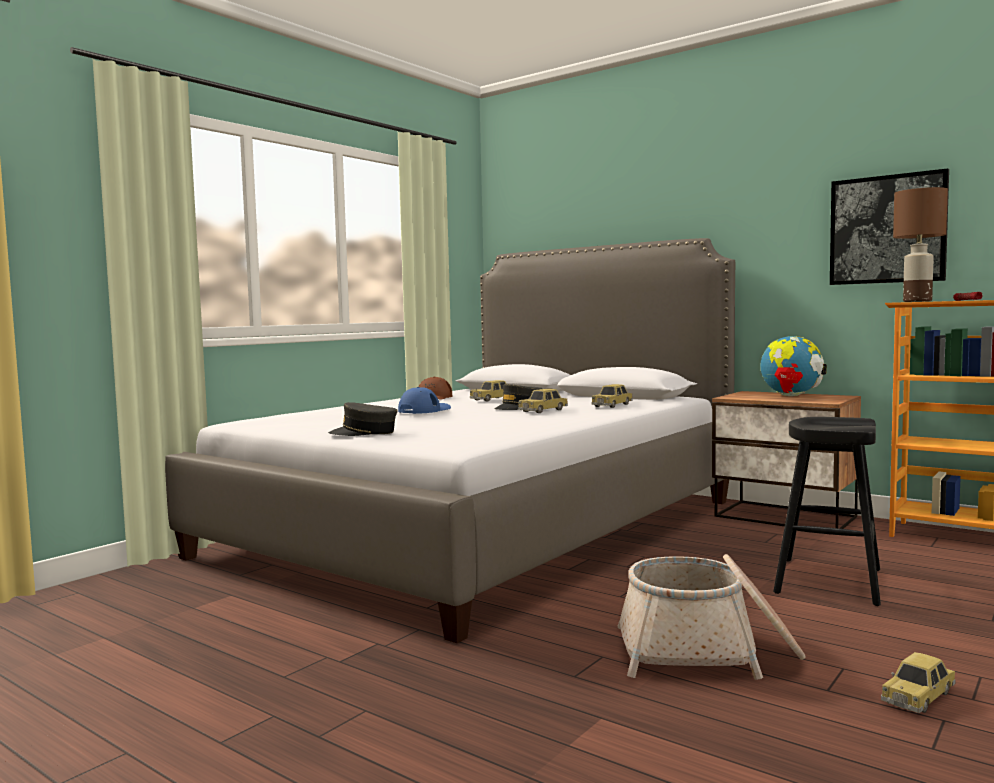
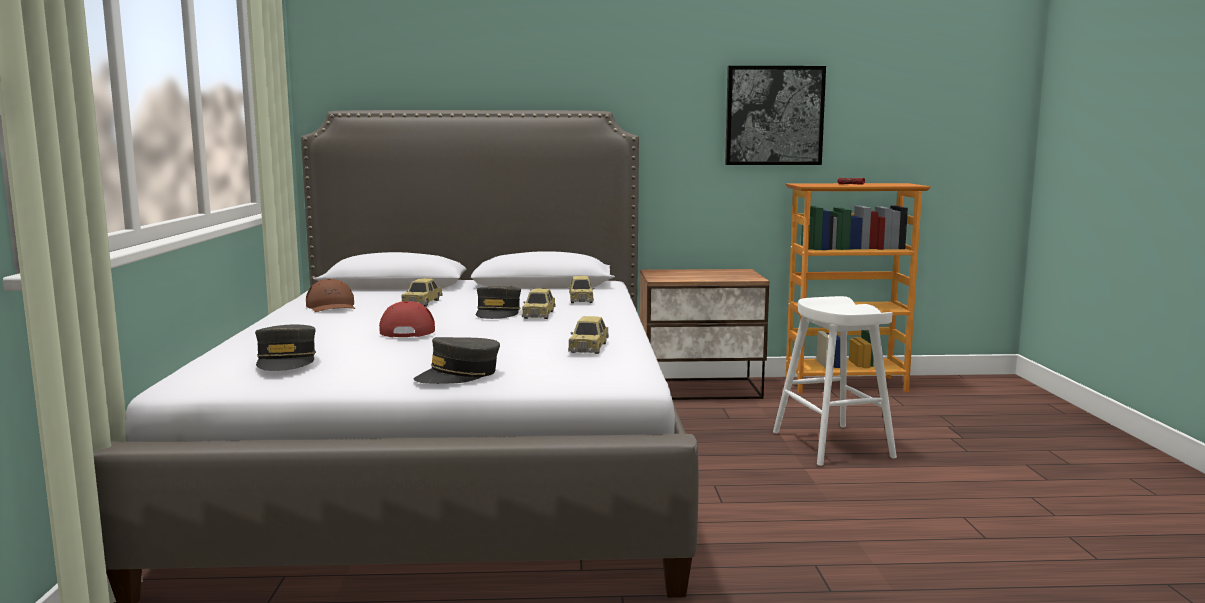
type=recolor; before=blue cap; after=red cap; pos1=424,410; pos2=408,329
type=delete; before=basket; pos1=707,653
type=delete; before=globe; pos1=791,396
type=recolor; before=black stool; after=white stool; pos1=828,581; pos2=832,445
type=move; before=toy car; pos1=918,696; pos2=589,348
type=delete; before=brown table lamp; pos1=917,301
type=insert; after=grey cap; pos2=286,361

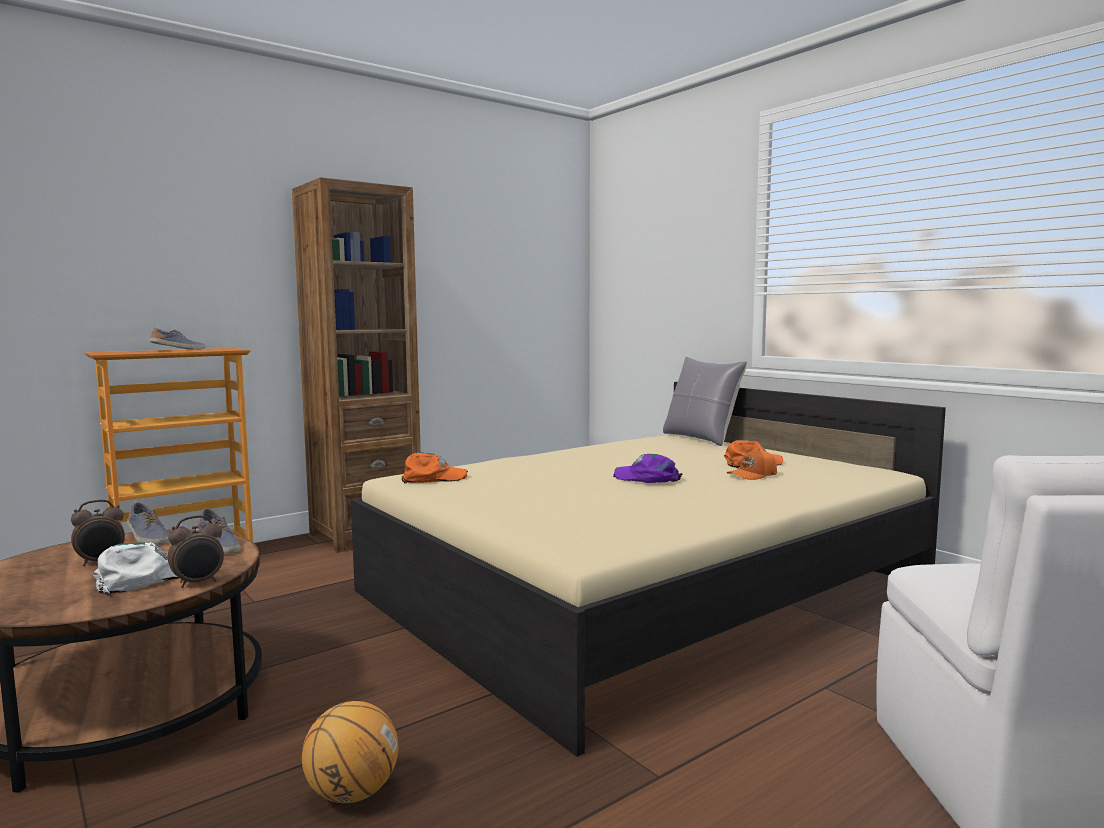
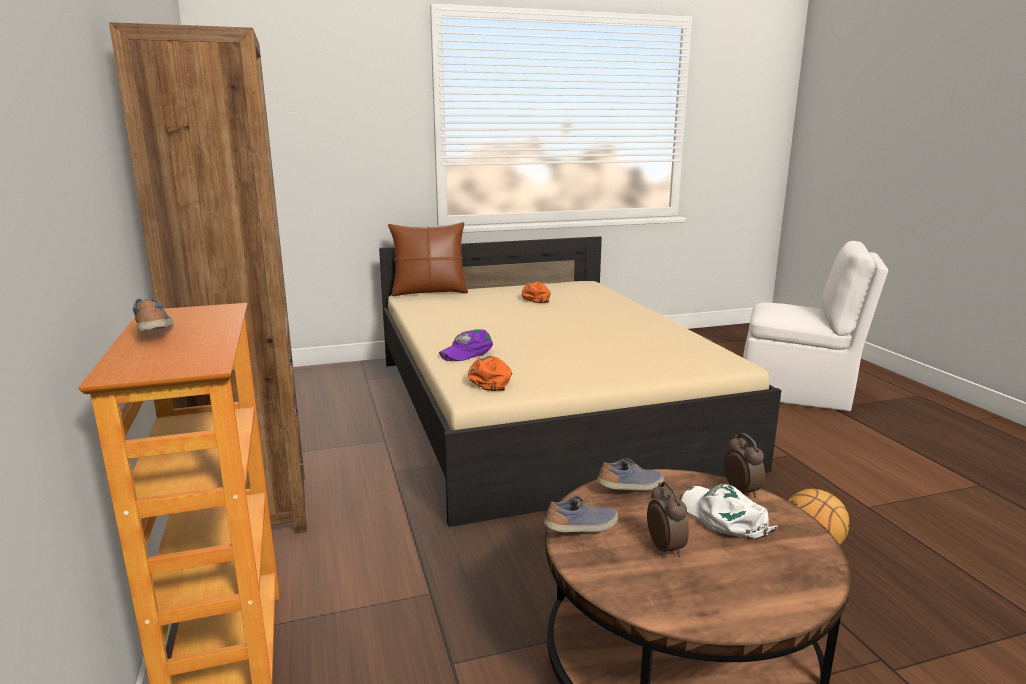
type=move; before=purple cap; pos1=647,478; pos2=466,352
type=recolor; before=grey pillow; after=brown pillow; pos1=701,438; pos2=429,292
type=delete; before=orange cap; pos1=753,475

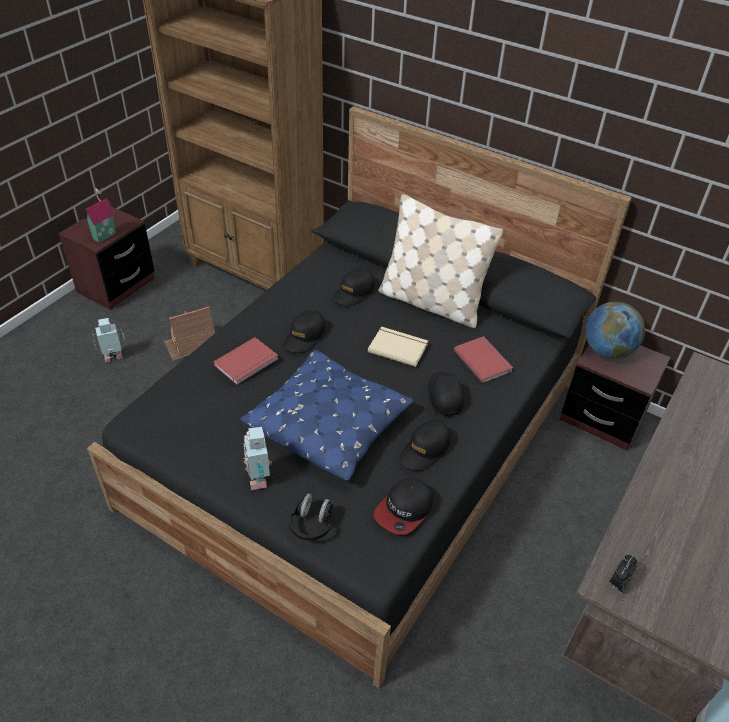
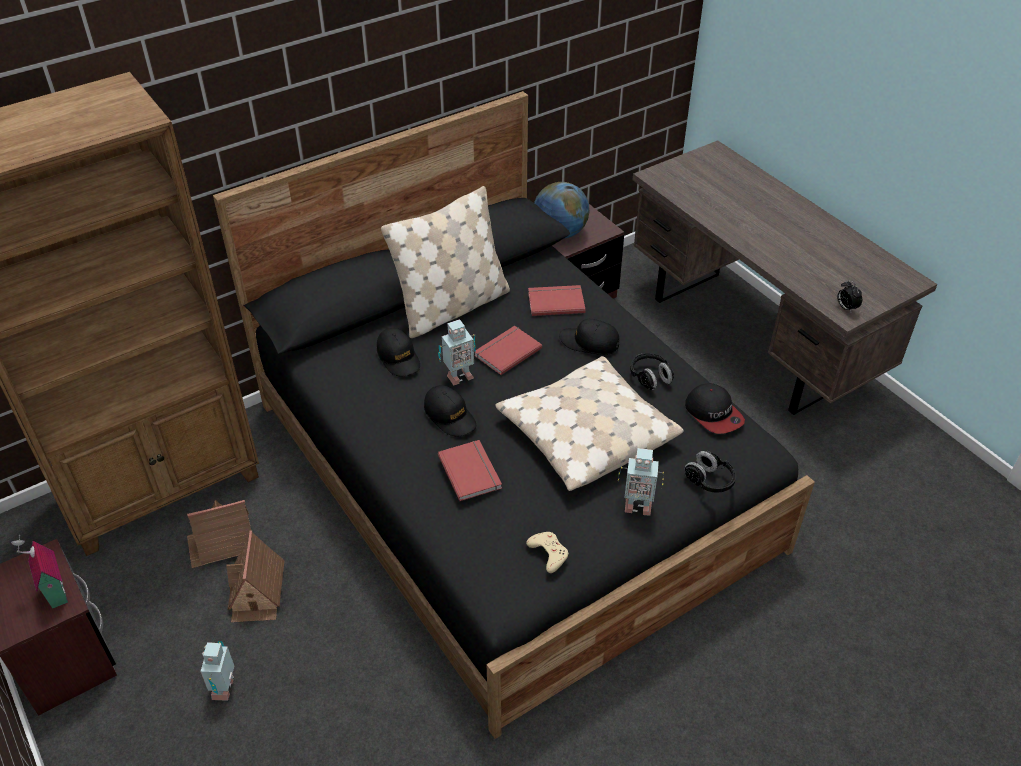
type=recolor; before=blue pillow; after=beige pillow; pos1=329,423; pos2=586,434
type=recolor; before=beige book; after=red book; pos1=398,347; pos2=506,351
type=replace; before=black cap; after=black headphones; pos1=425,450; pos2=650,378
type=insert; after=toy house; pos2=222,543
type=insert; after=toy robot; pos2=458,376
type=insert; after=beige game controller; pos2=548,553

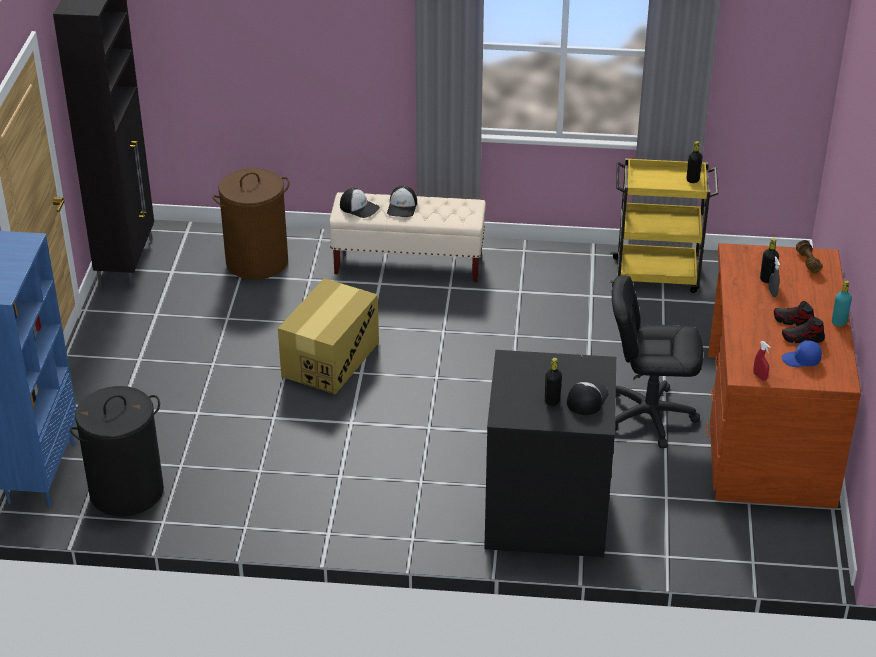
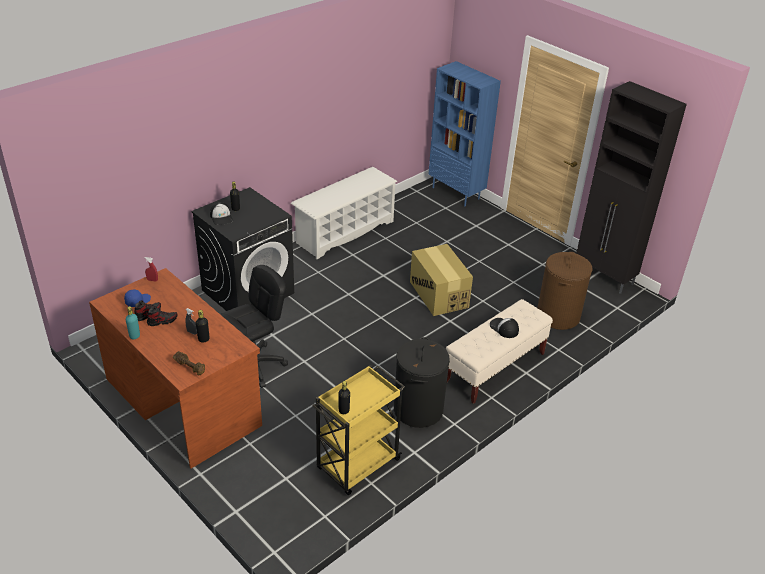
type=move; before=black laundry basket; pos1=126,492; pos2=418,409
type=delete; before=cap; pos1=359,207
type=insert; after=white shoe rack; pos2=345,232

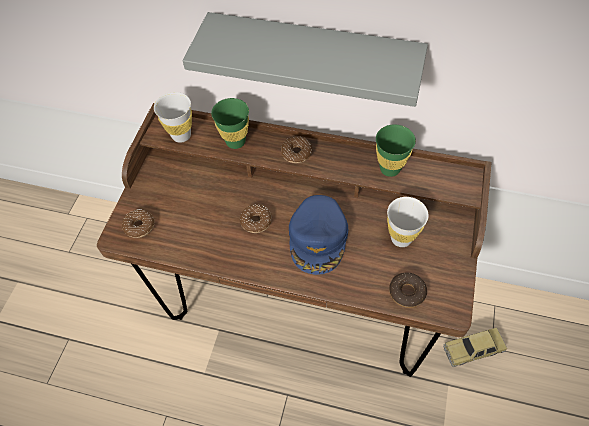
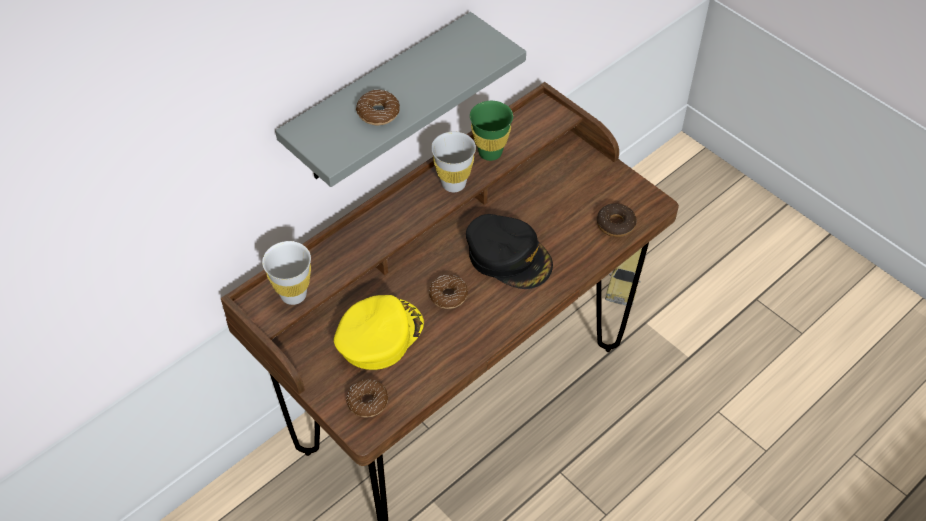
type=delete; before=green cup; pos1=235,141
type=move; before=donut; pos1=296,153; pos2=378,113
type=recolor; before=blue cap; after=black cap; pos1=318,238; pos2=509,256
type=move; before=white cup; pos1=401,238; pos2=453,184
type=insert; after=yellow cap; pos2=378,335

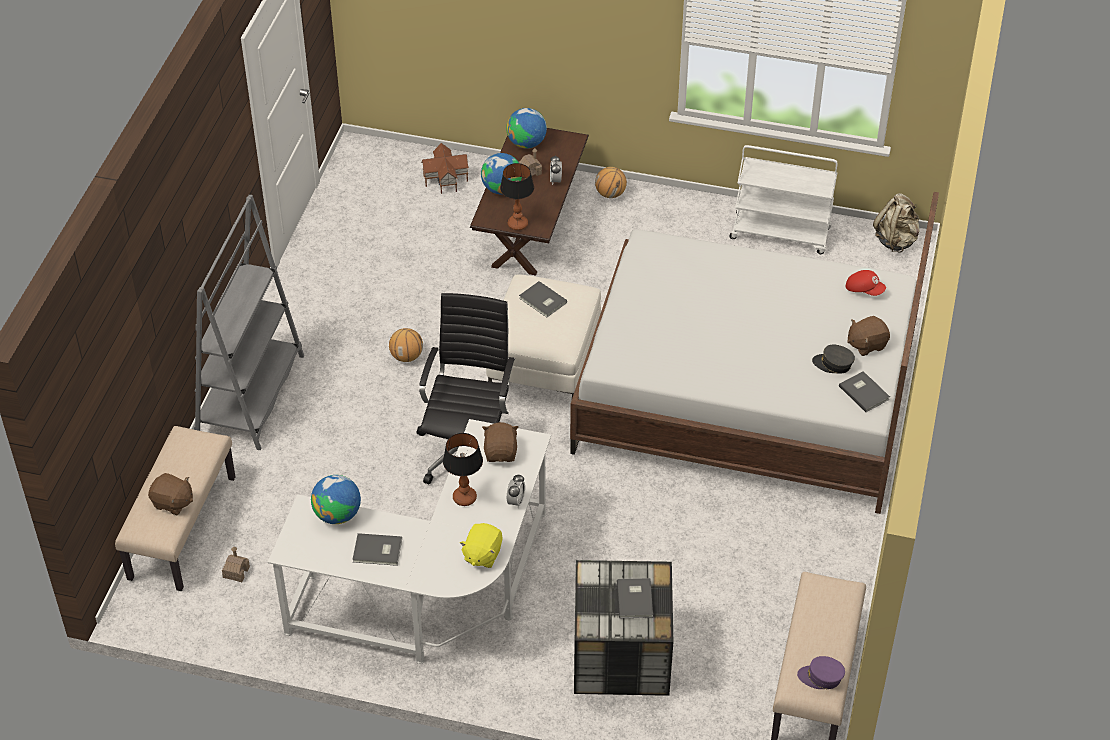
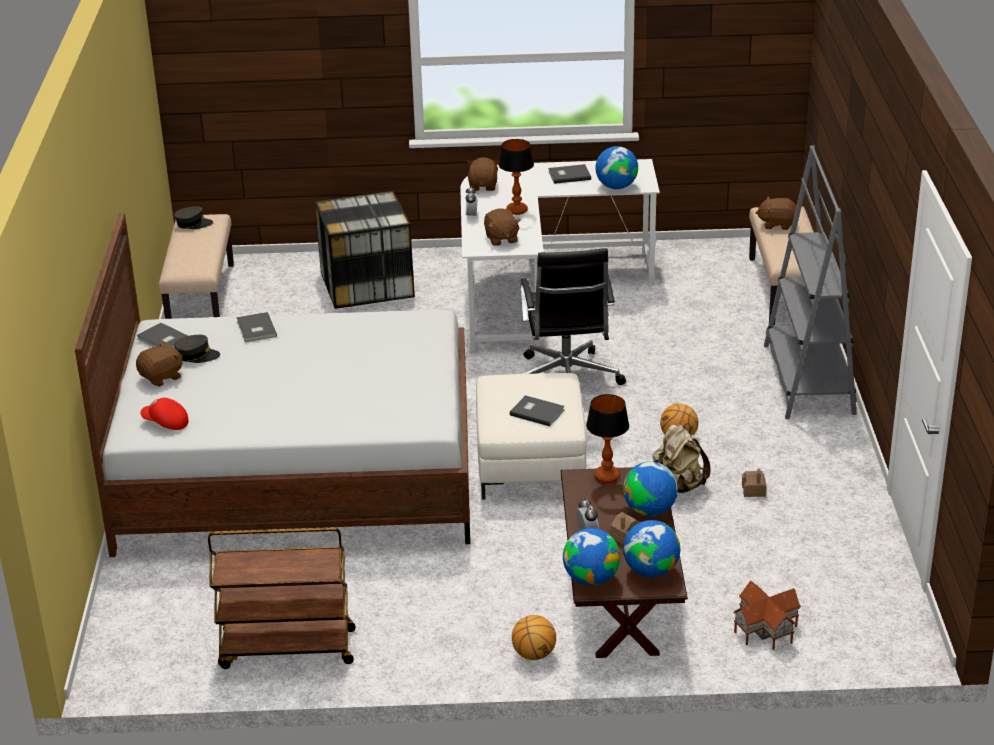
type=move; before=toy house; pos1=236,572; pos2=753,490
type=recolor; before=yellow plush toy; after=brown plush toy; pos1=482,554; pos2=483,186
type=move; before=grey book; pos1=636,599; pos2=255,329
type=recolor; before=white cart; after=brown cart; pos1=781,233; pos2=286,649
type=recolor; before=purple cap; after=grey cap; pos1=821,677; pos2=193,224
type=move; before=beige backpack; pos1=896,240; pos2=678,486
type=insert; after=globe; pos2=591,579

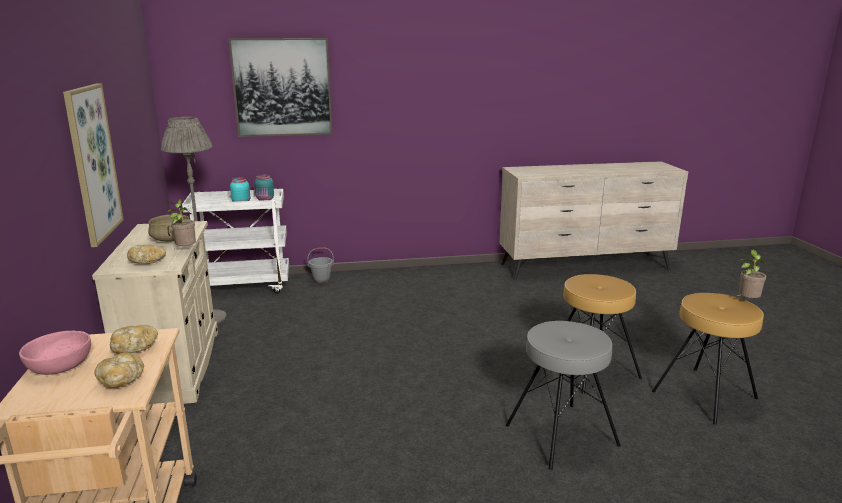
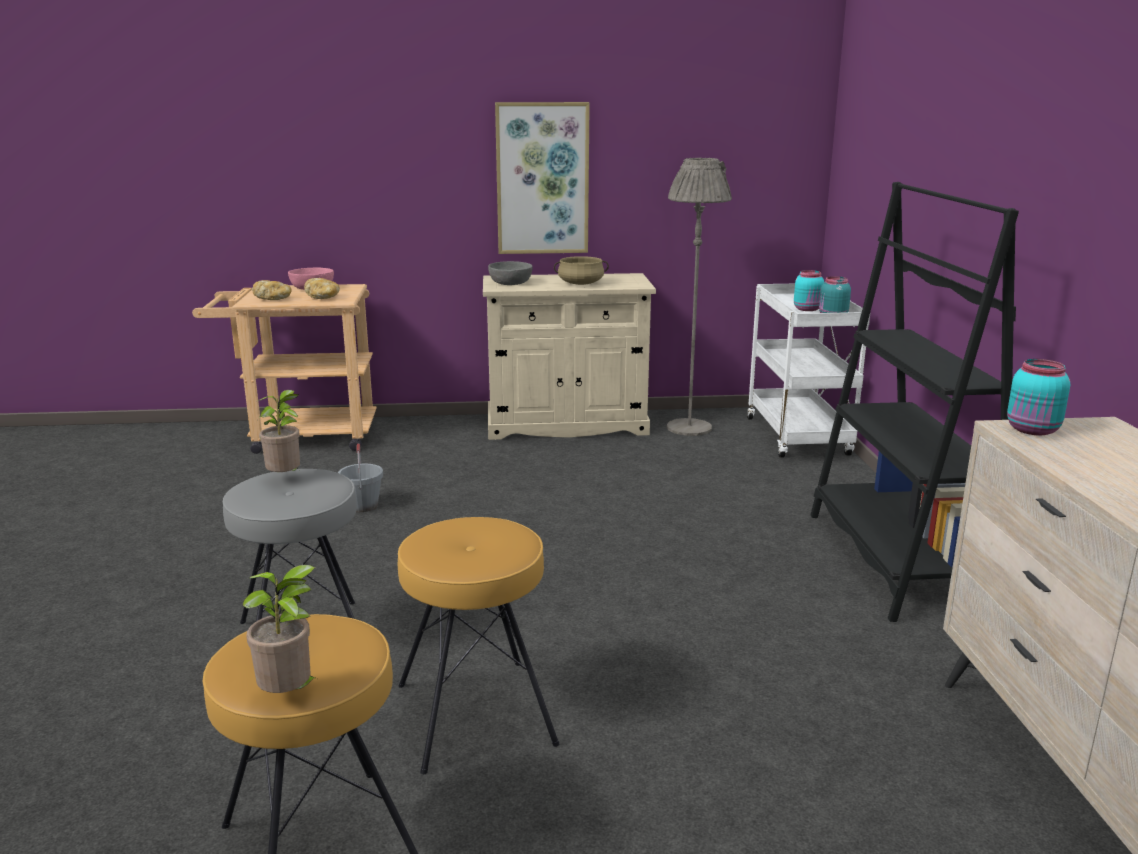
type=replace; before=bread; after=grey bowl; pos1=148,261; pos2=510,283
type=move; before=potted plant; pos1=185,250; pos2=286,478
type=delete; before=picture; pos1=282,87
type=move; before=grey bucket; pos1=321,279; pos2=363,506
type=insert; after=black bookcase; pos2=898,560
type=insert; after=turquoise jar; pos2=1033,430

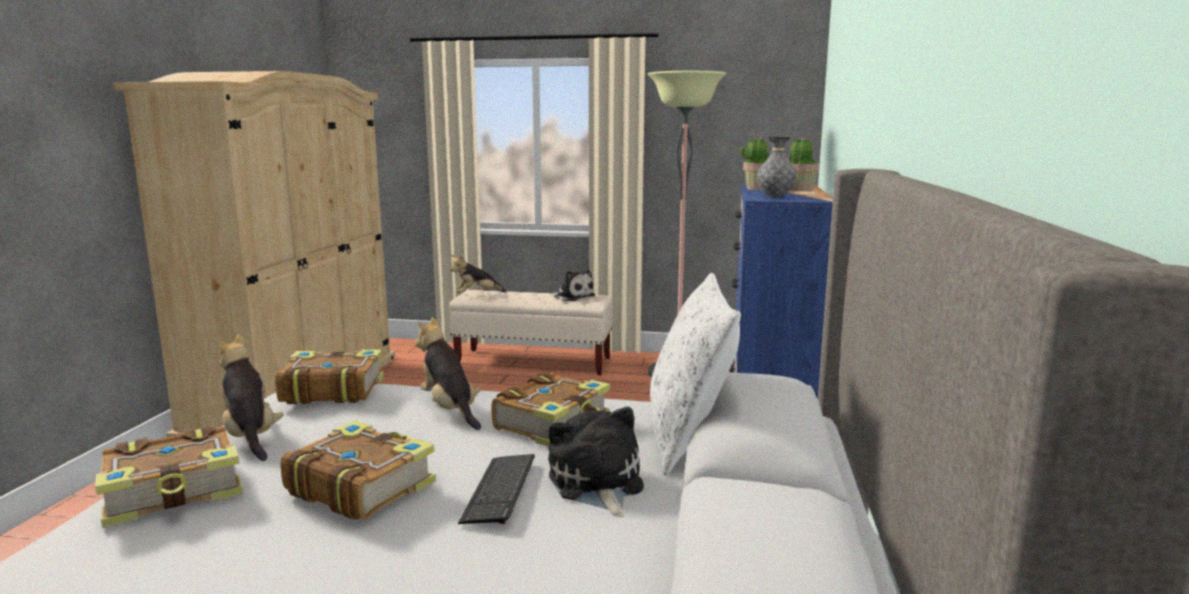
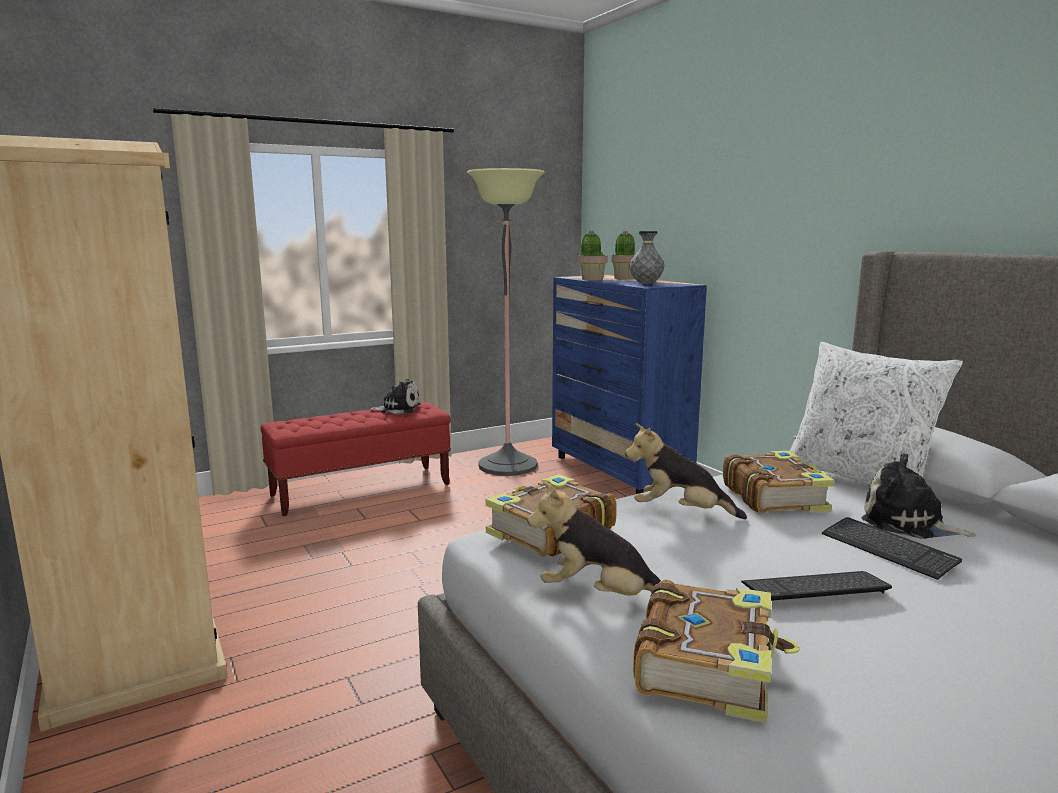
type=replace; before=book; after=keyboard; pos1=360,487; pos2=815,588
type=recolor; before=beige bench; after=red bench; pos1=534,362; pos2=362,490
type=delete; before=plush toy; pos1=477,295

